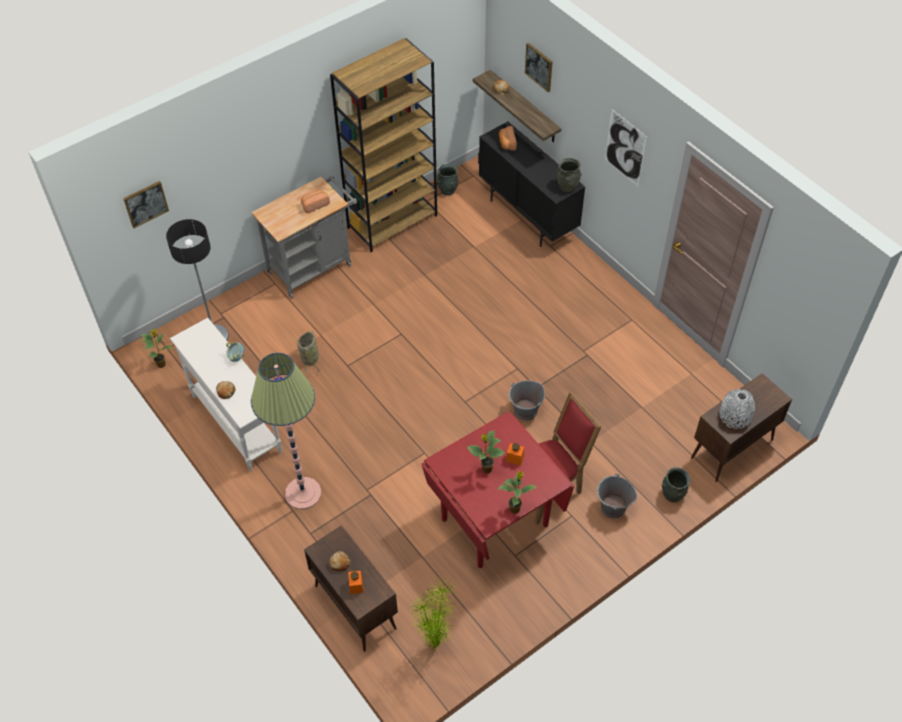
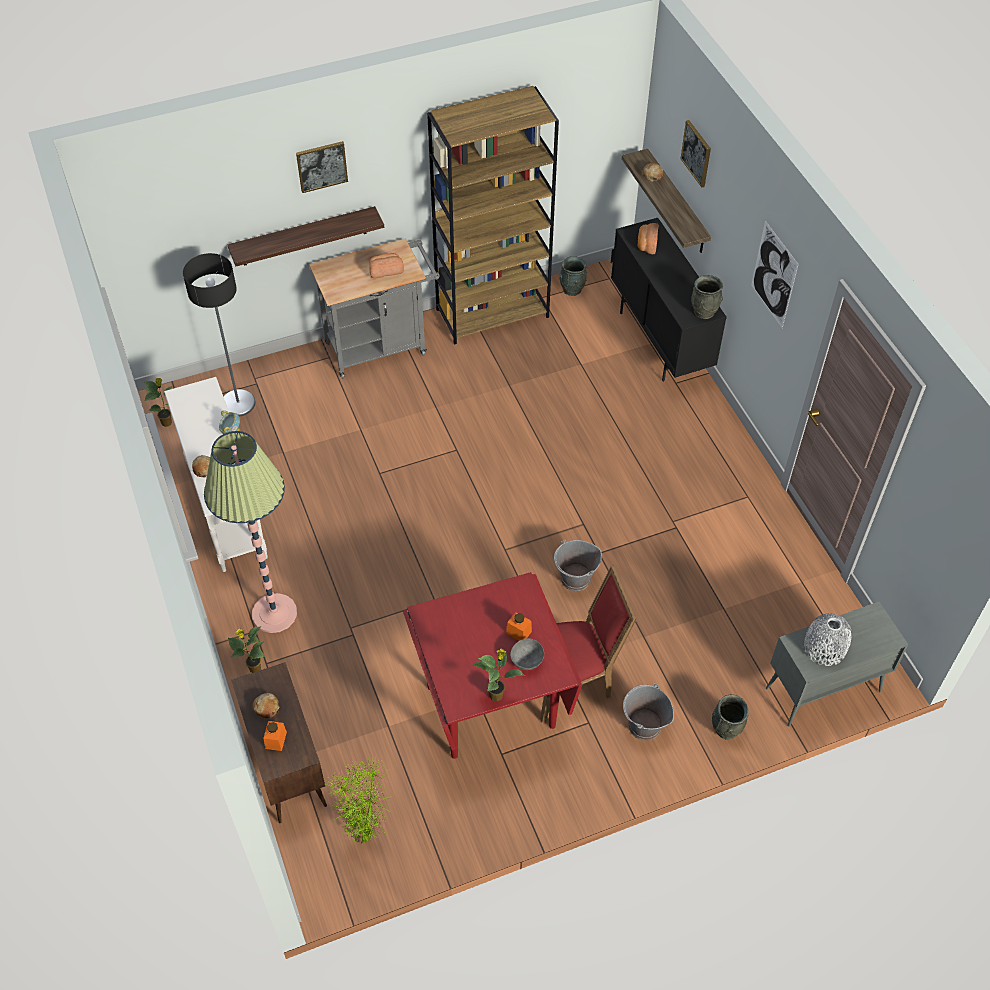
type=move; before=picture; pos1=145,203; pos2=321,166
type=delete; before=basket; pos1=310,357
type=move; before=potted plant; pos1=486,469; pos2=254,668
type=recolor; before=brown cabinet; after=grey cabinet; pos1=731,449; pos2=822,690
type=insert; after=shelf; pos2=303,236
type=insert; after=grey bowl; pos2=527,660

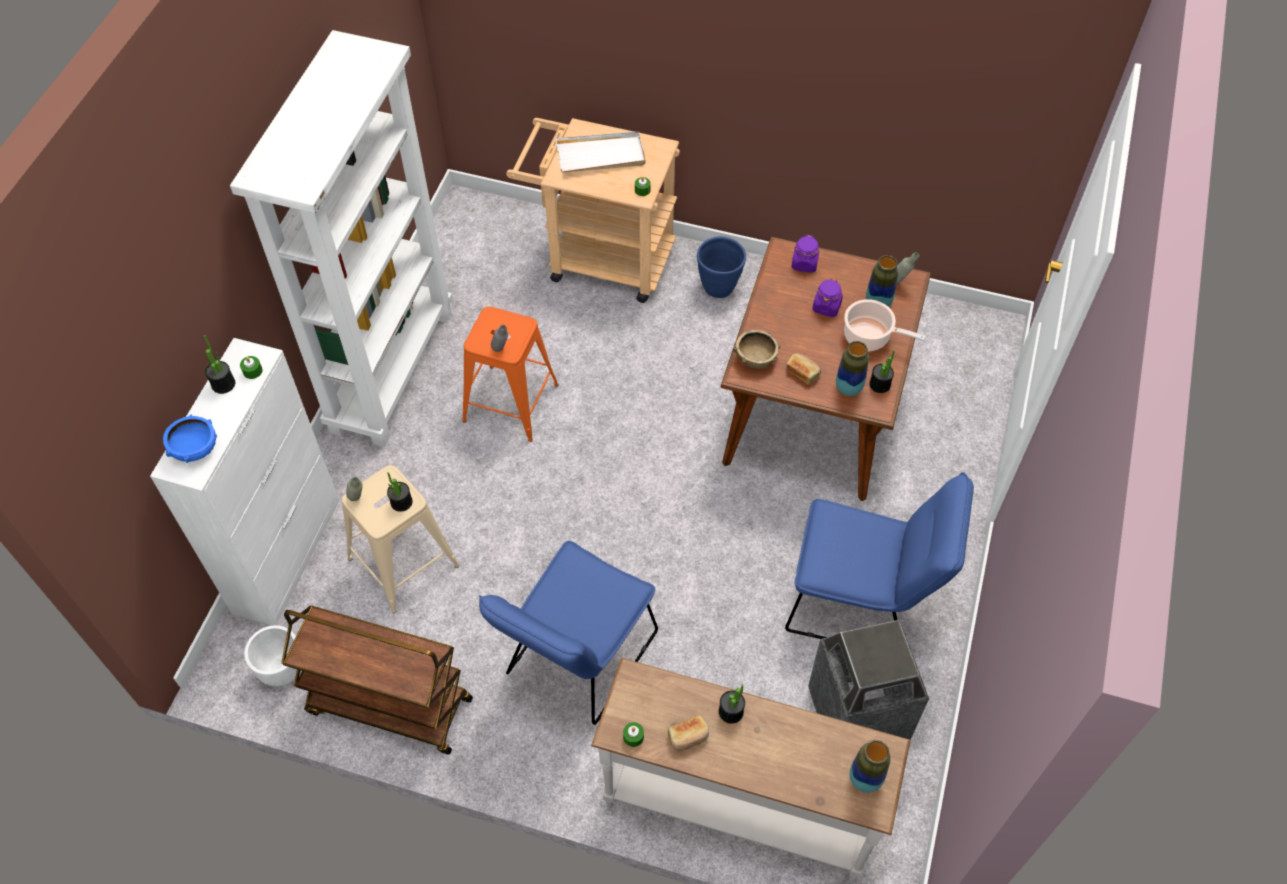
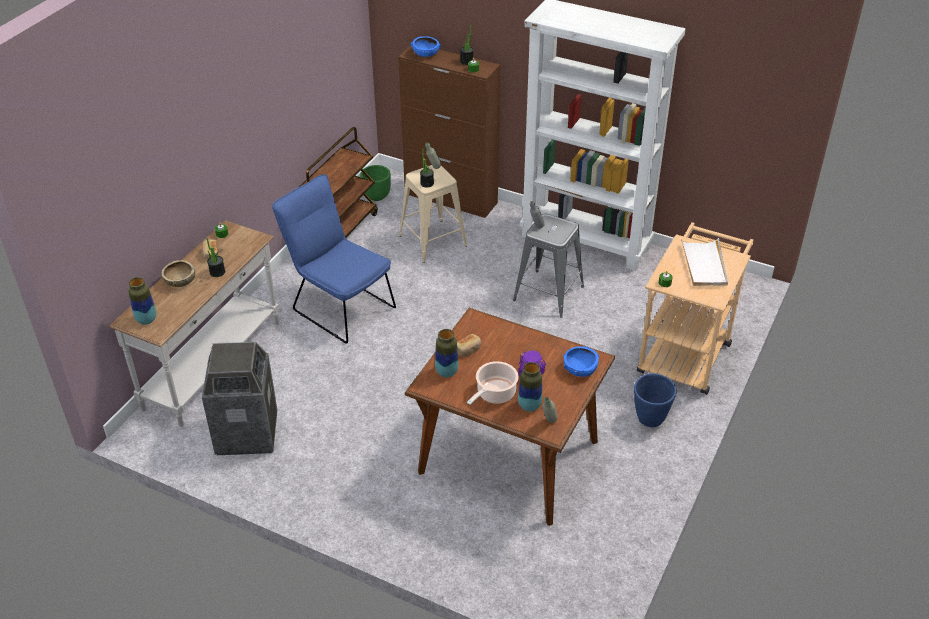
type=recolor; before=white cabinet; after=brown cabinet; pos1=287,554; pos2=451,198
type=recolor; before=white planter; after=green planter; pos1=282,669; pos2=377,196
type=recolor; before=orange stool; after=grey stool; pos1=511,403; pos2=548,293
type=move; before=brown bowl; pos1=755,358; pos2=180,281
type=delete; before=blue chair; pos1=862,601
type=replace; before=purple jar; after=blue bowl; pos1=804,263; pos2=580,369
type=delete; before=potted plant; pos1=879,384

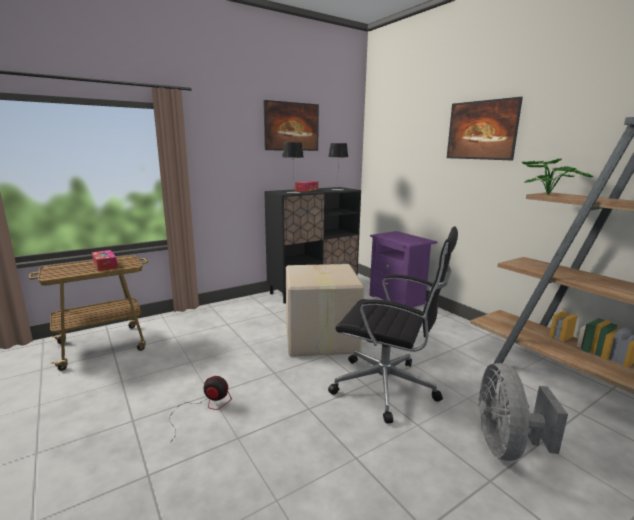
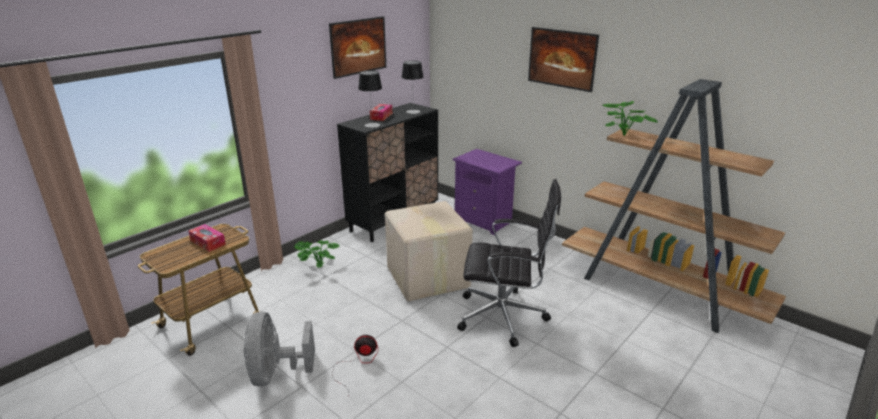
type=move; before=grey fan; pos1=506,446; pos2=276,373
type=insert; after=potted plant; pos2=317,265

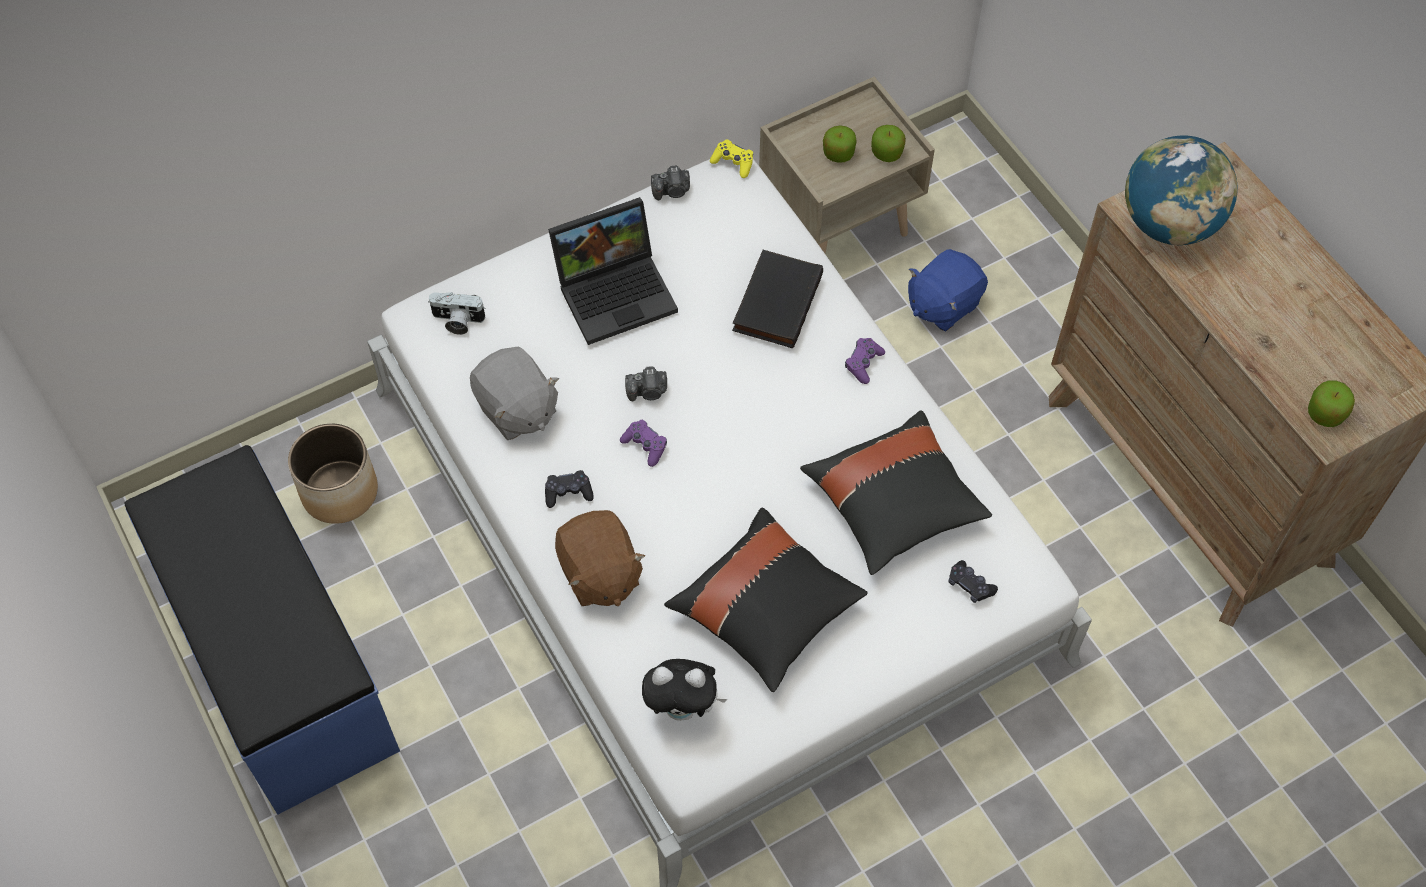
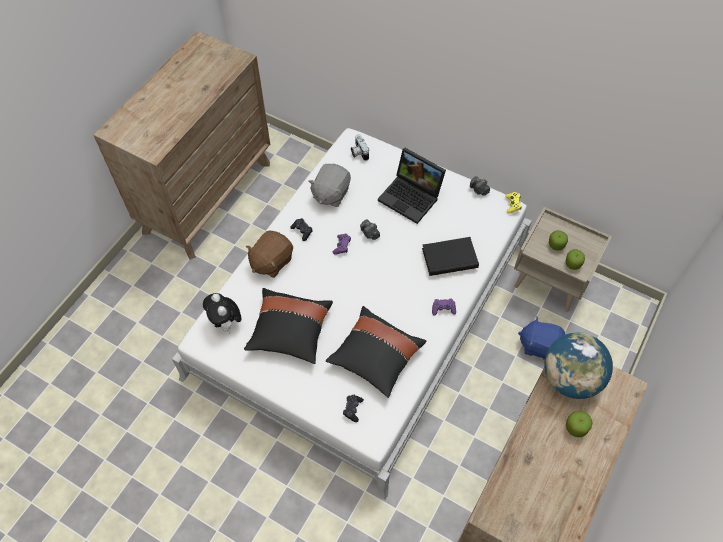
type=replace; before=blue bench; after=brown dresser; pos1=278,663; pos2=207,196
type=delete; before=planter; pos1=340,491
type=move; before=apple; pos1=1325,414; pos2=576,427

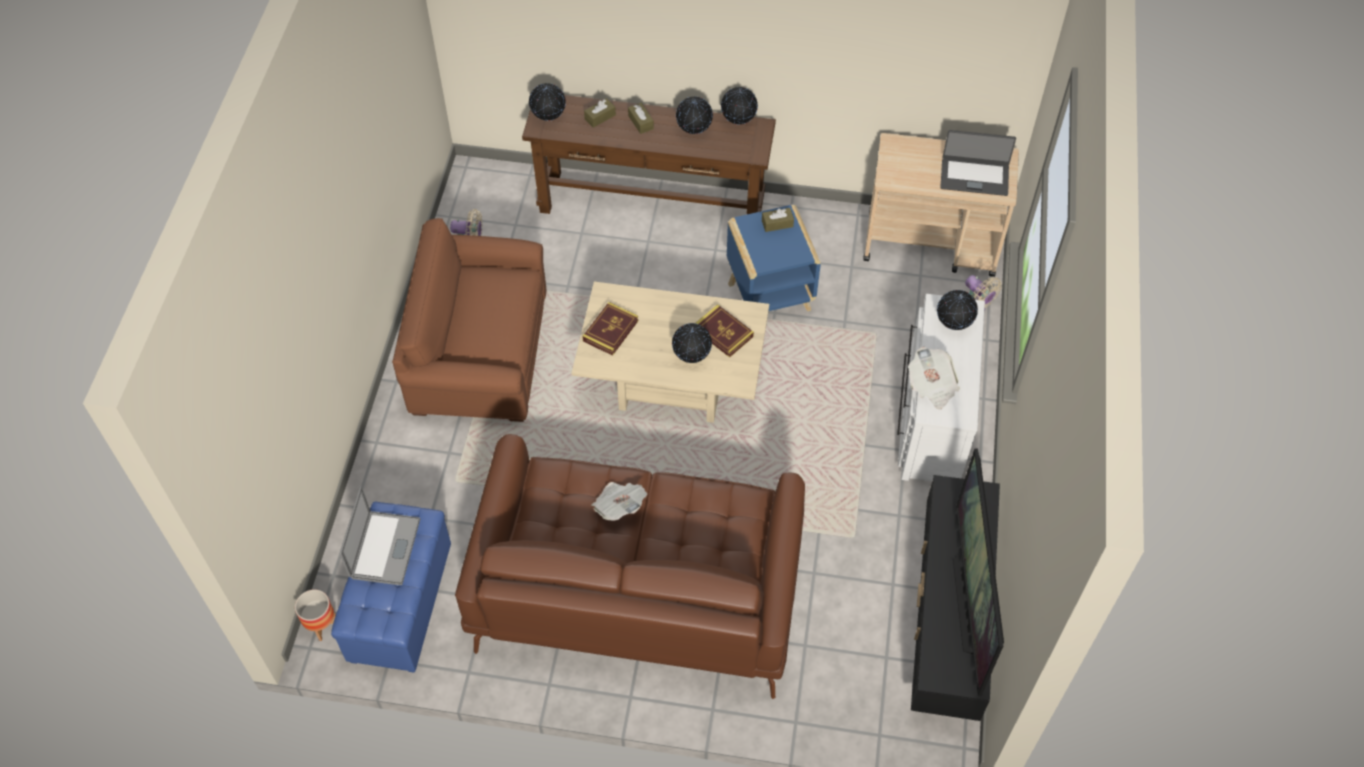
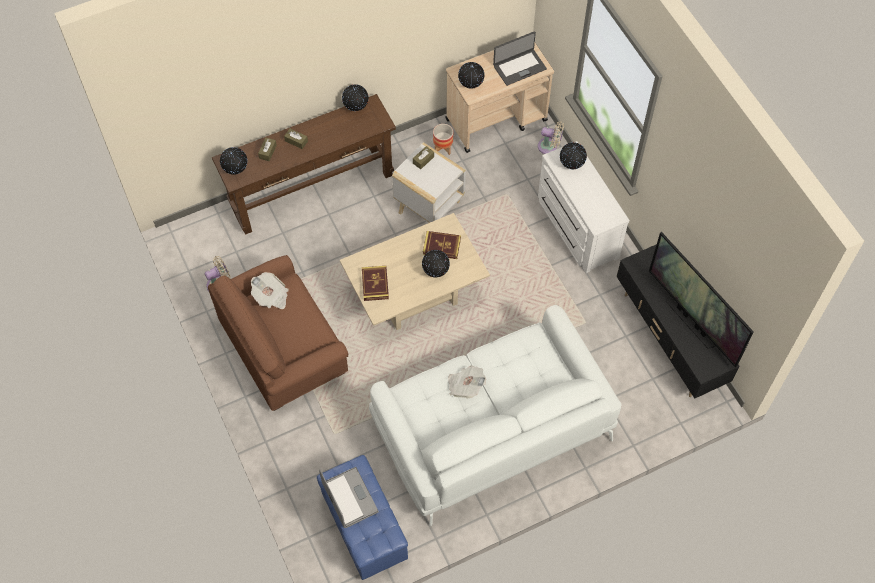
type=move; before=planter; pos1=321,624; pos2=443,148
type=recolor; before=brown sofa; after=white sofa; pos1=636,588; pos2=491,428
type=move; before=globe; pos1=694,131; pos2=470,85
type=recolor; before=blue side table; after=white side table; pos1=770,296; pos2=429,206
type=move; before=newspaper; pos1=932,386; pos2=271,296

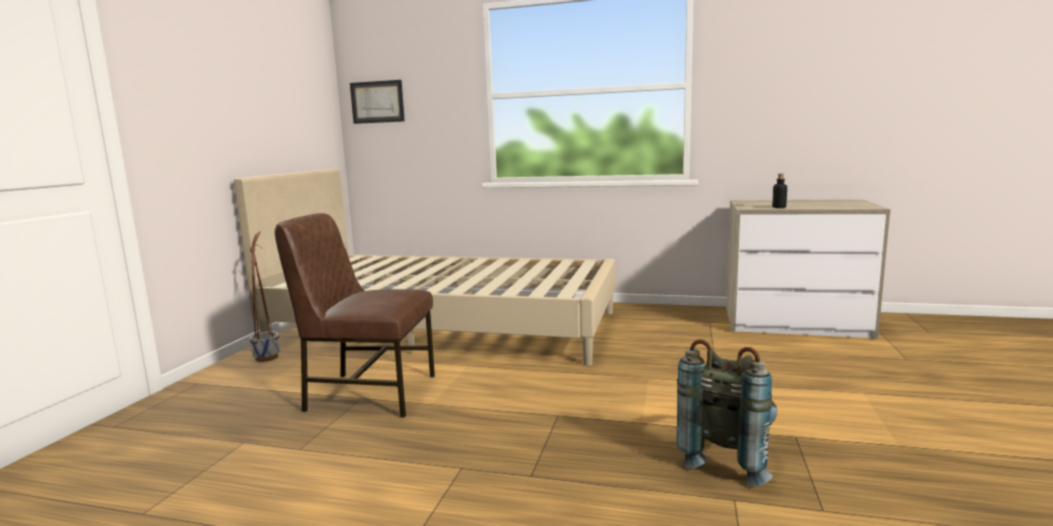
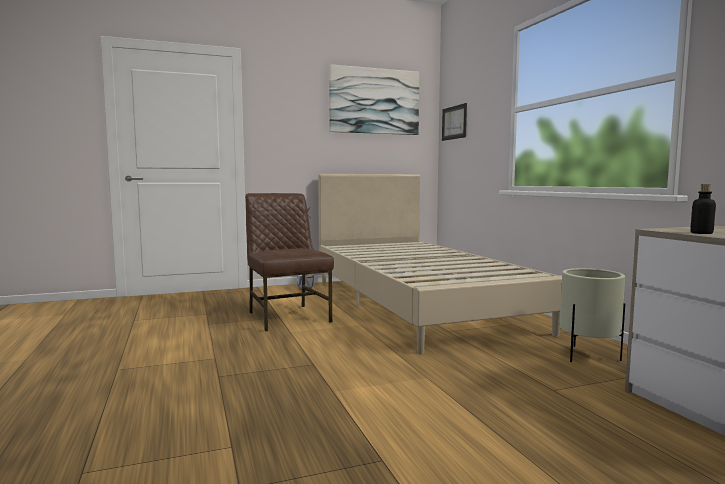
type=delete; before=grey backpack; pos1=728,458
type=insert; after=picture; pos2=374,101
type=insert; after=beige planter; pos2=588,356

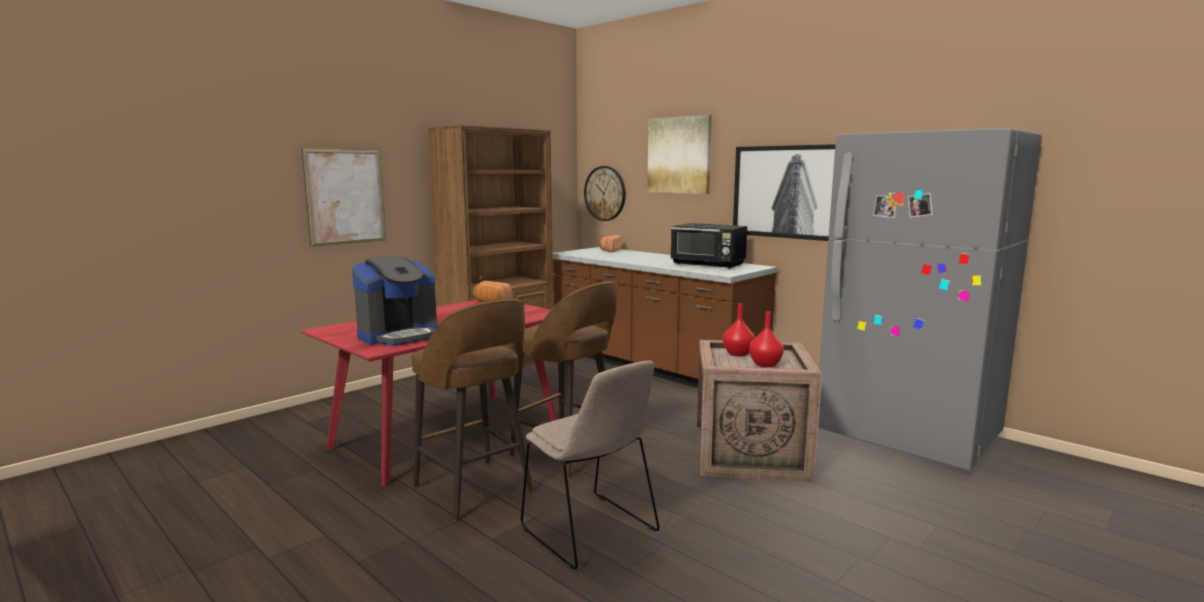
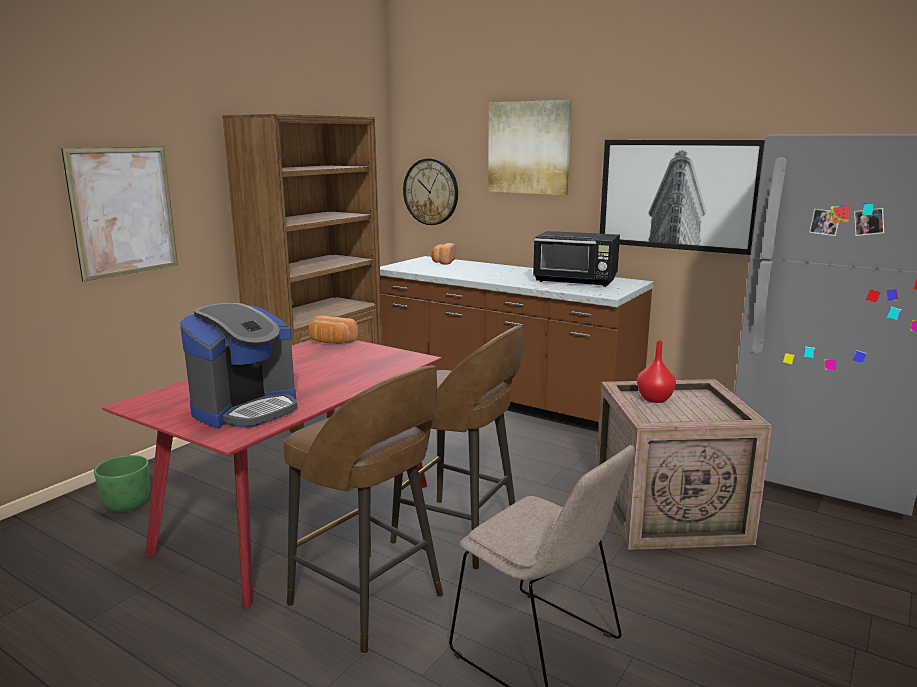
type=delete; before=red vase; pos1=766,364
type=insert; after=green planter; pos2=126,505

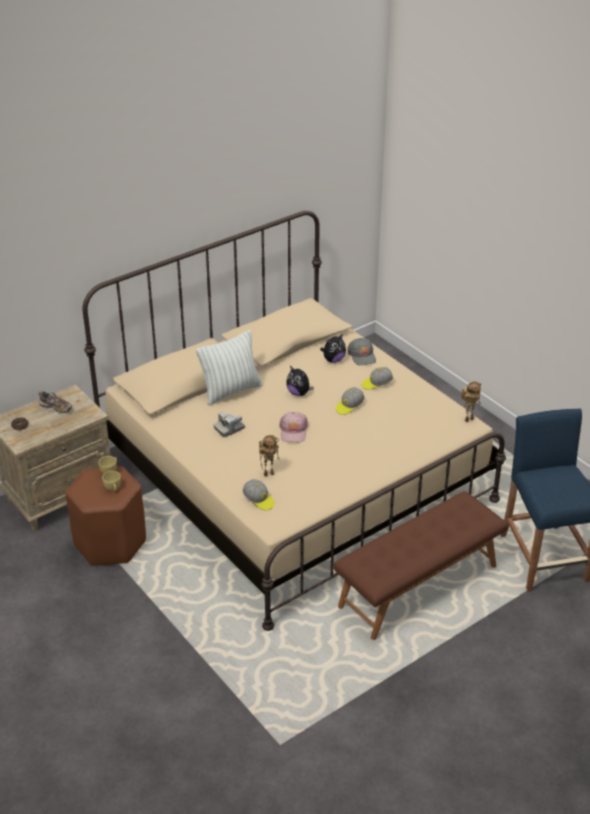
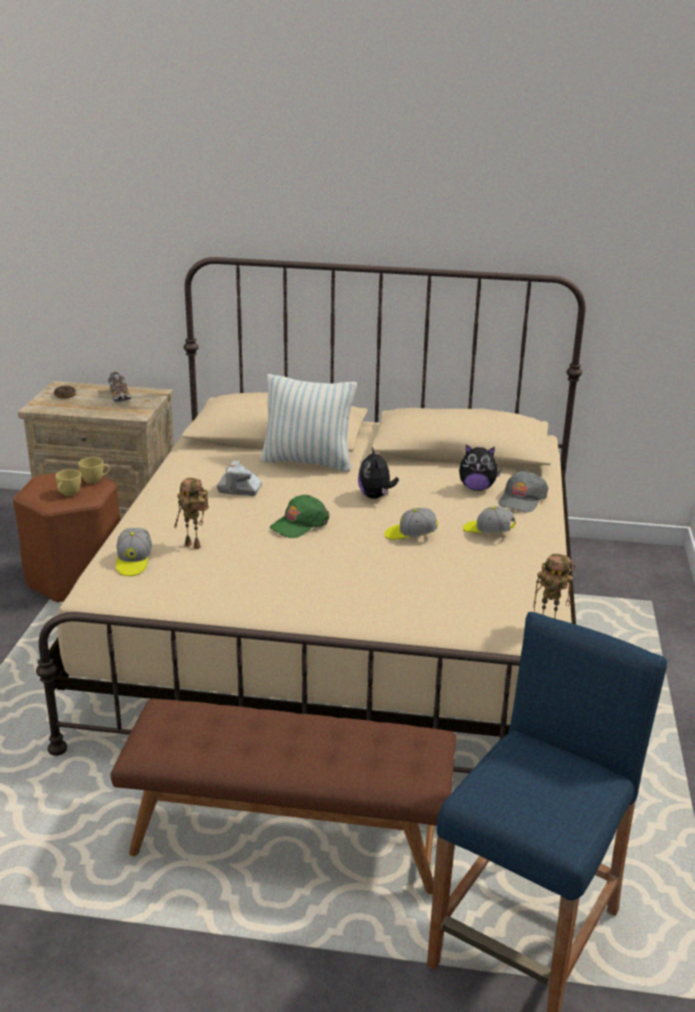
type=recolor; before=pink cap; after=green cap; pos1=293,431; pos2=299,524

